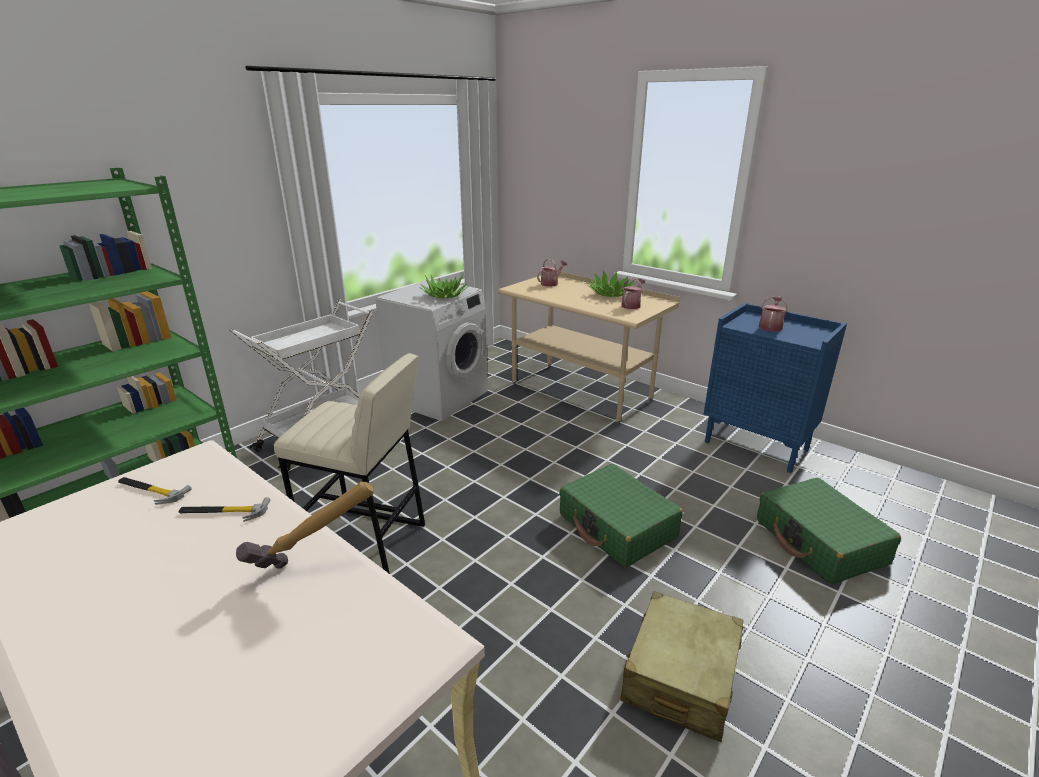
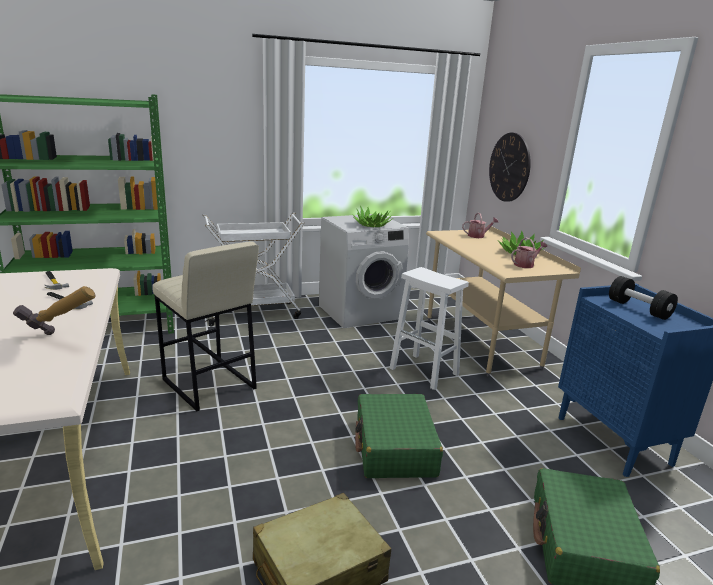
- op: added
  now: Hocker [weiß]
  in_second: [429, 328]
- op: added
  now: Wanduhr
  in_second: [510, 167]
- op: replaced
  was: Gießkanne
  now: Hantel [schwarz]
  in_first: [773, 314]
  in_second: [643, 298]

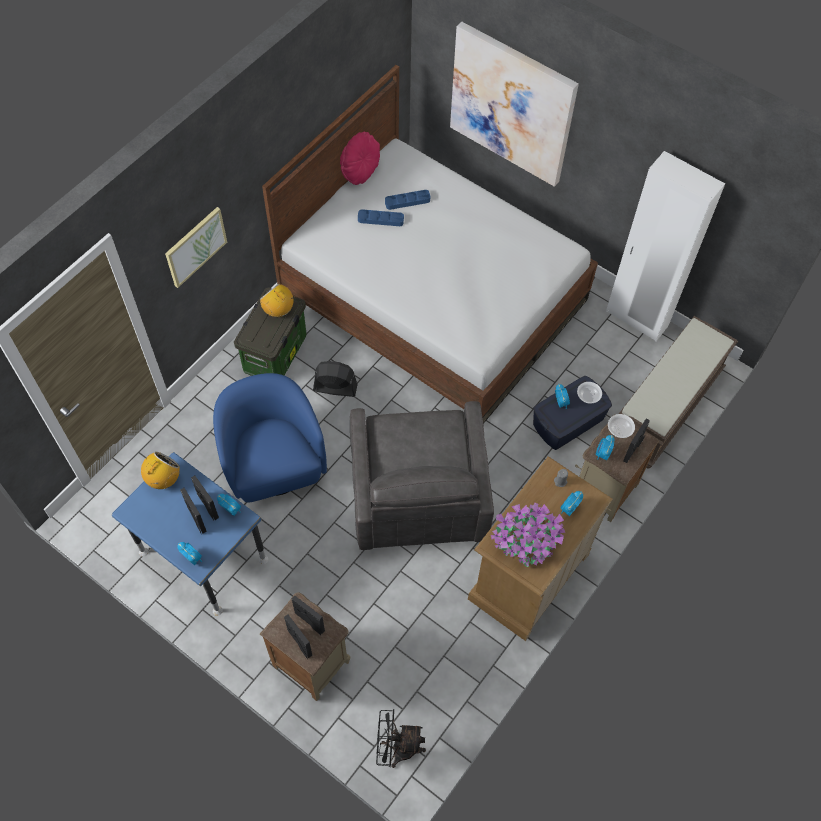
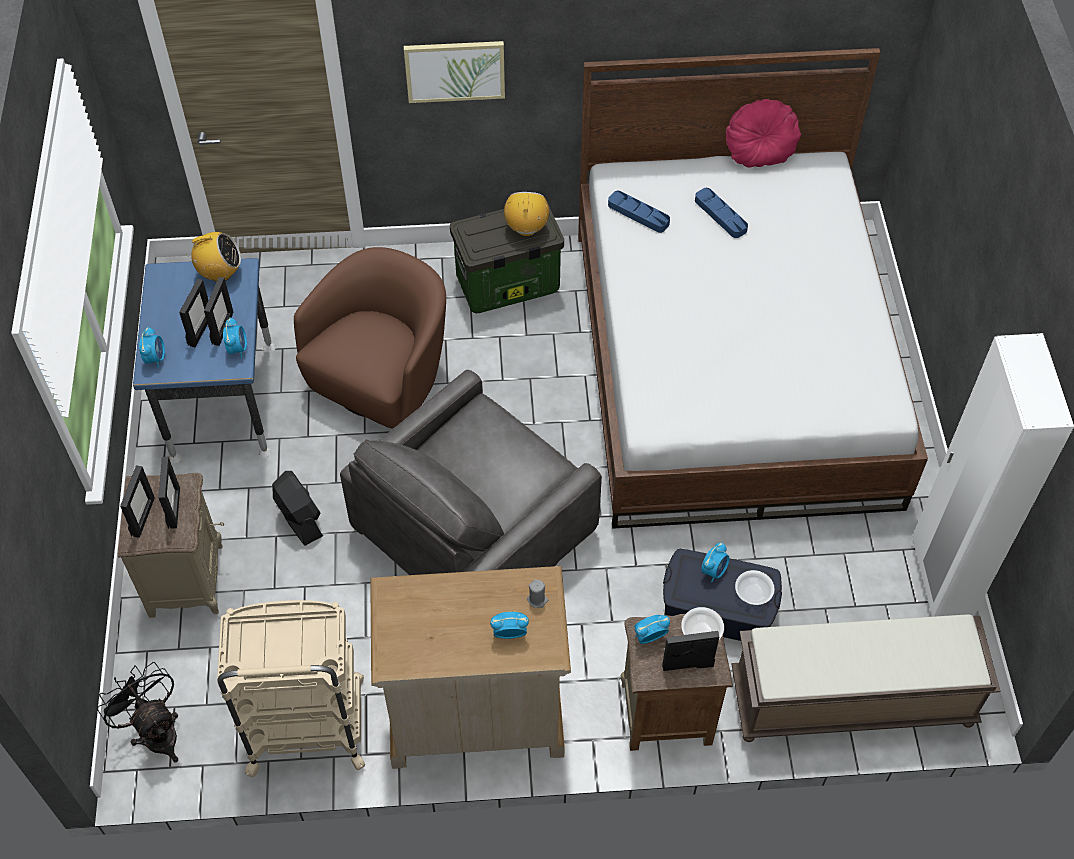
- op: removed
  was: Bild
  in_first: [514, 104]
- op: removed
  was: Topfpflanze
  in_first: [528, 534]
- op: added
  now: Rollwagen [beige]
  in_second: [291, 688]
- op: moved
  was: Ventilator [schwarz]
  in_first: [335, 379]
  in_second: [297, 508]
- op: moved
  was: Tablett [blau]
  in_first: [407, 200]
  in_second: [639, 212]
- op: recoloured
  was: Sessel [blau]
  now: Sessel [braun]
  in_first: [270, 438]
  in_second: [370, 338]

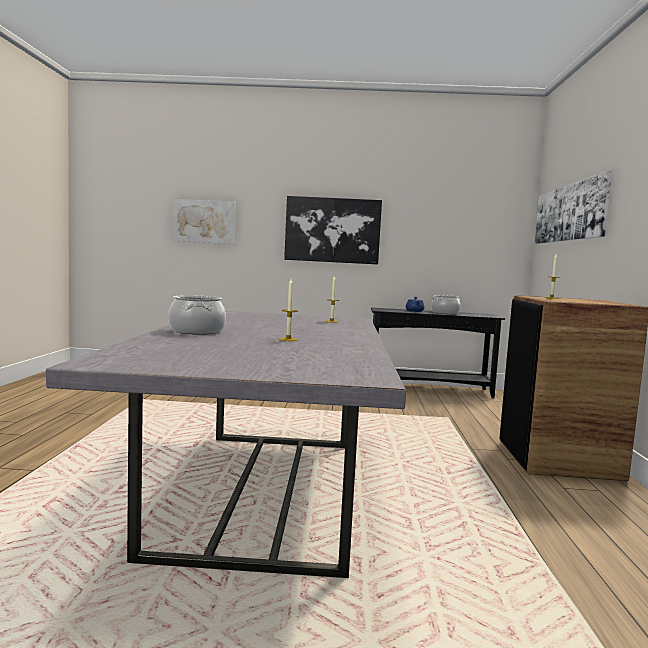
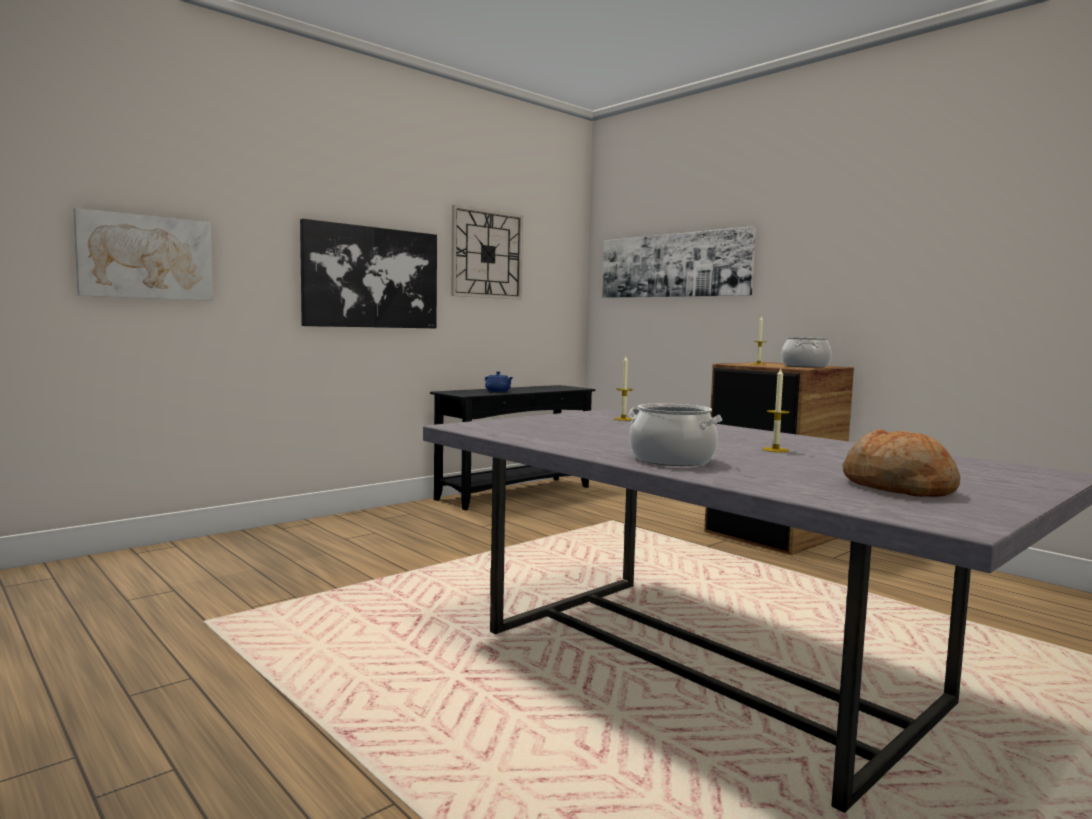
- op: added
  now: Wanduhr
  in_second: [487, 252]
- op: added
  now: Brot
  in_second: [901, 463]
- op: moved
  was: Kochtopf
  in_first: [445, 304]
  in_second: [806, 352]

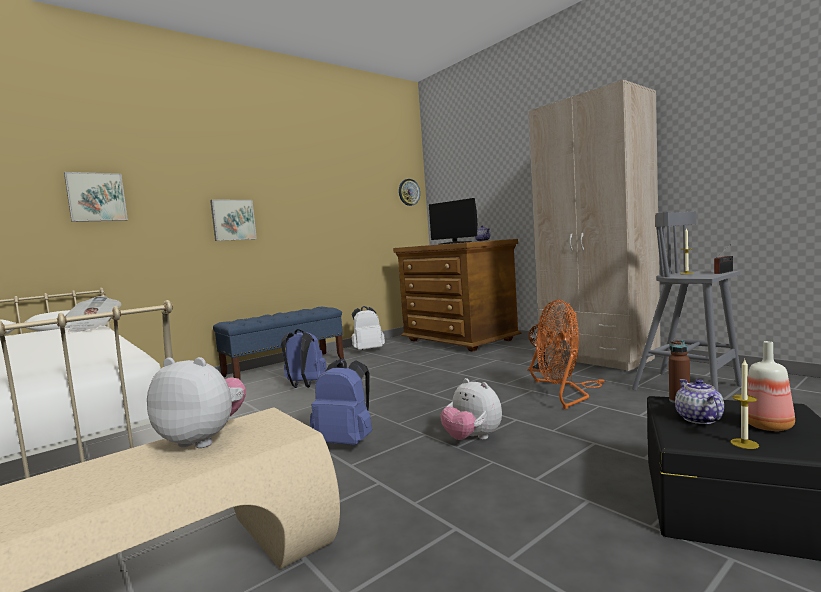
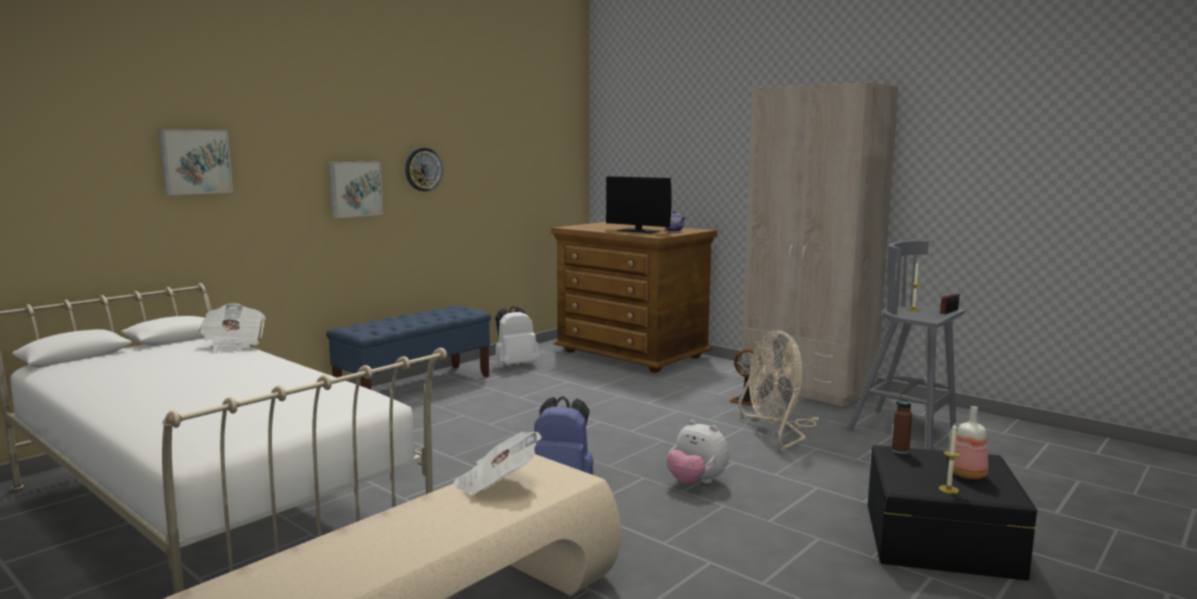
- op: removed
  was: Rucksack [blau]
  in_first: [304, 358]
- op: removed
  was: Teekanne
  in_first: [699, 401]
- op: moved
  was: Wanduhr
  in_first: [409, 192]
  in_second: [424, 170]
- op: replaced
  was: Plüschtier
  now: Zeitung
  in_first: [196, 402]
  in_second: [497, 464]
- op: recoloured
  was: Ventilator [orange]
  now: Ventilator [beige]
  in_first: [568, 354]
  in_second: [779, 391]

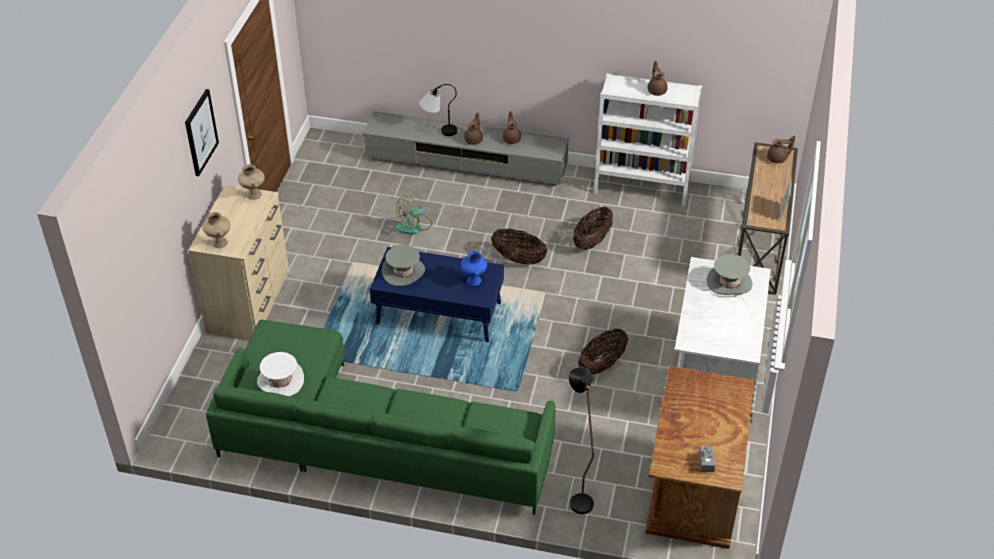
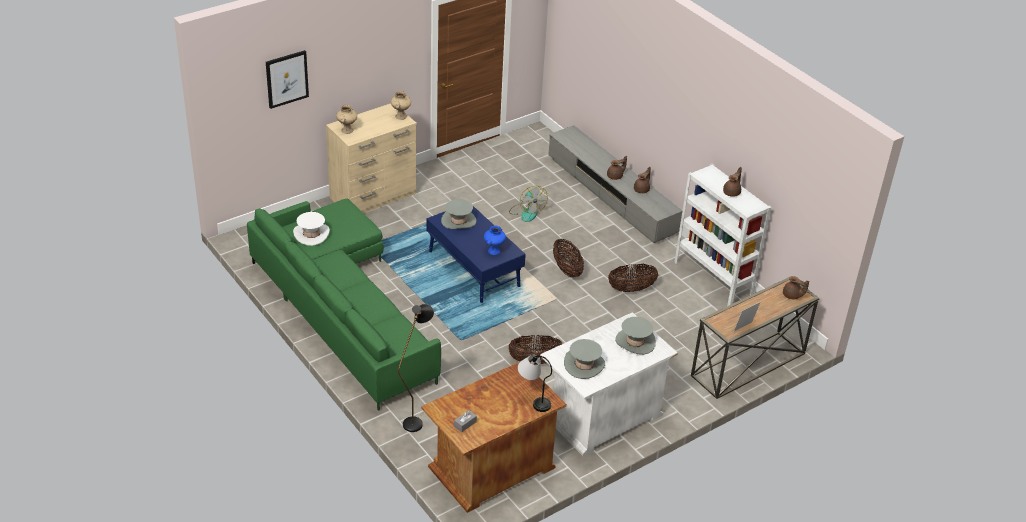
- op: added
  now: Hut [grau]
  in_second: [584, 359]
- op: moved
  was: Bild
  in_first: [202, 132]
  in_second: [287, 79]
- op: moved
  was: Tischlampe
  in_first: [438, 110]
  in_second: [535, 383]
- op: turned
  was: Ventilator
  in_first: [413, 215]
  in_second: [528, 204]
  clockwise: -120

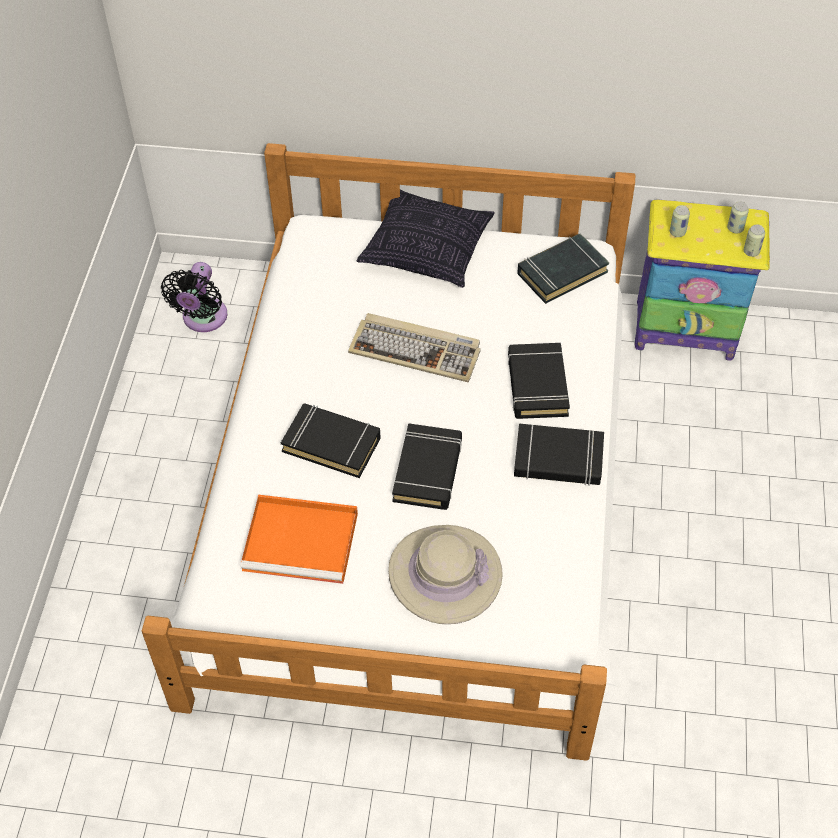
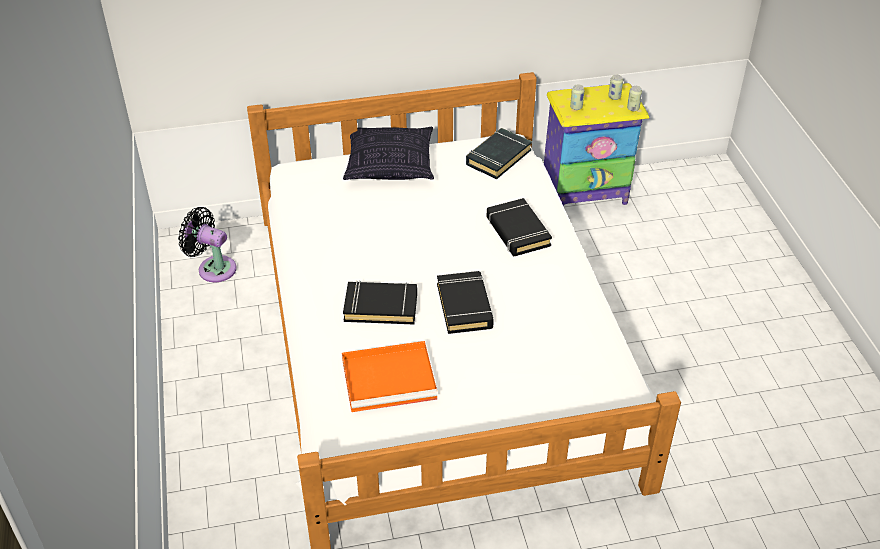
- op: removed
  was: Tastatur
  in_first: [414, 347]
- op: removed
  was: Hut [beige]
  in_first: [445, 574]
- op: removed
  was: Buch [schwarz]
  in_first: [559, 455]
- op: turned
  was: Ventilator [schwarz]
  in_first: [194, 297]
  in_second: [207, 244]
  clockwise: 120

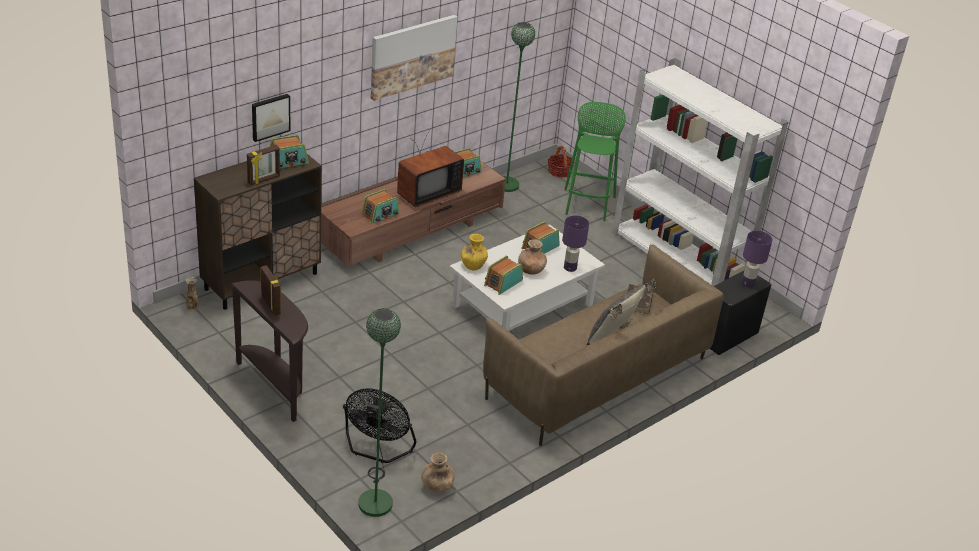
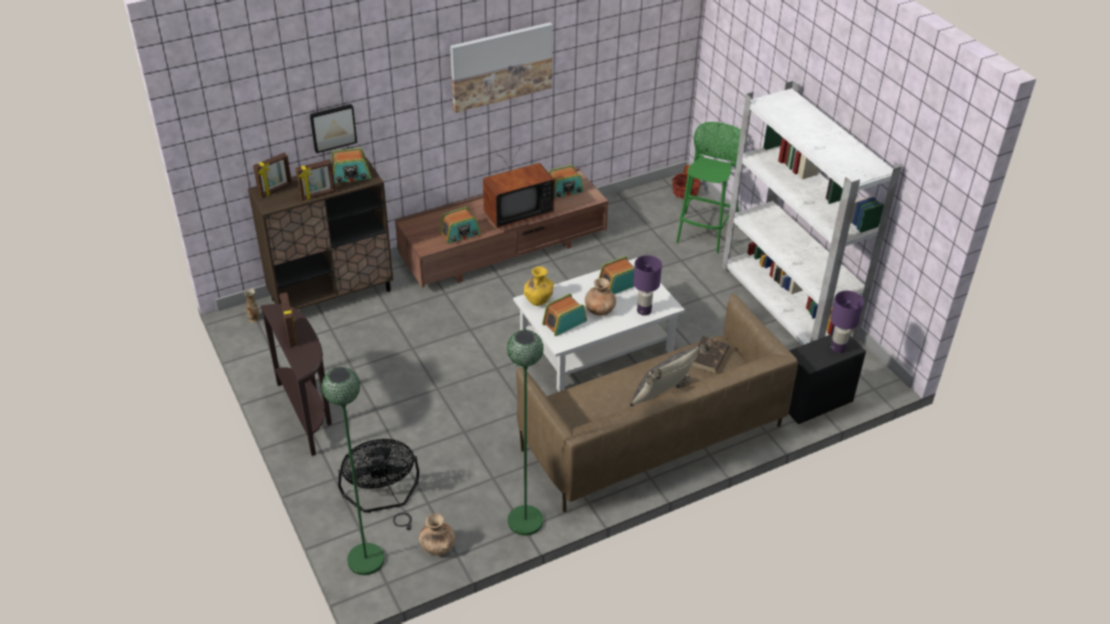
- op: added
  now: Bilderrahmen
  in_second: [272, 175]
- op: moved
  was: Stehlampe [grün]
  in_first: [519, 107]
  in_second: [525, 433]
- op: turned
  was: Ventilator [schwarz]
  in_first: [379, 436]
  in_second: [378, 484]
  clockwise: -45

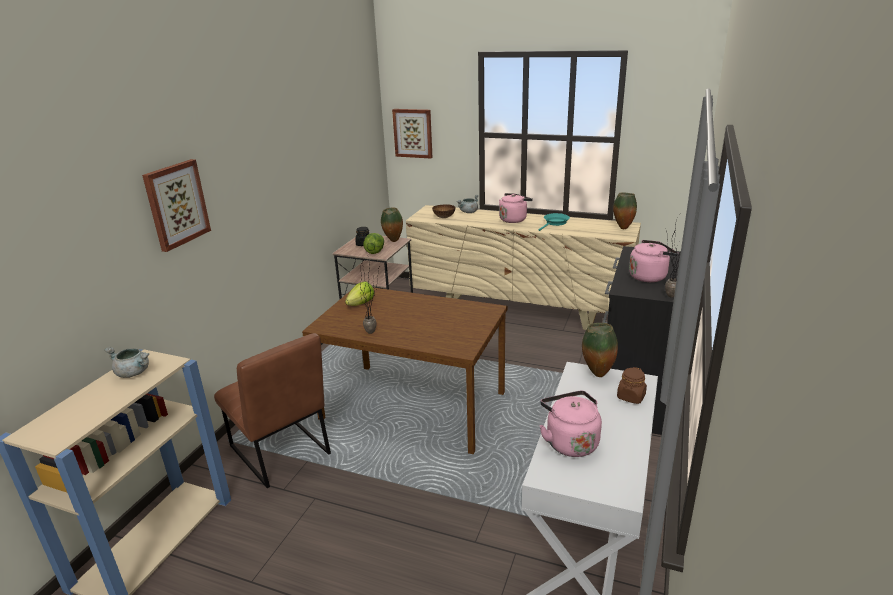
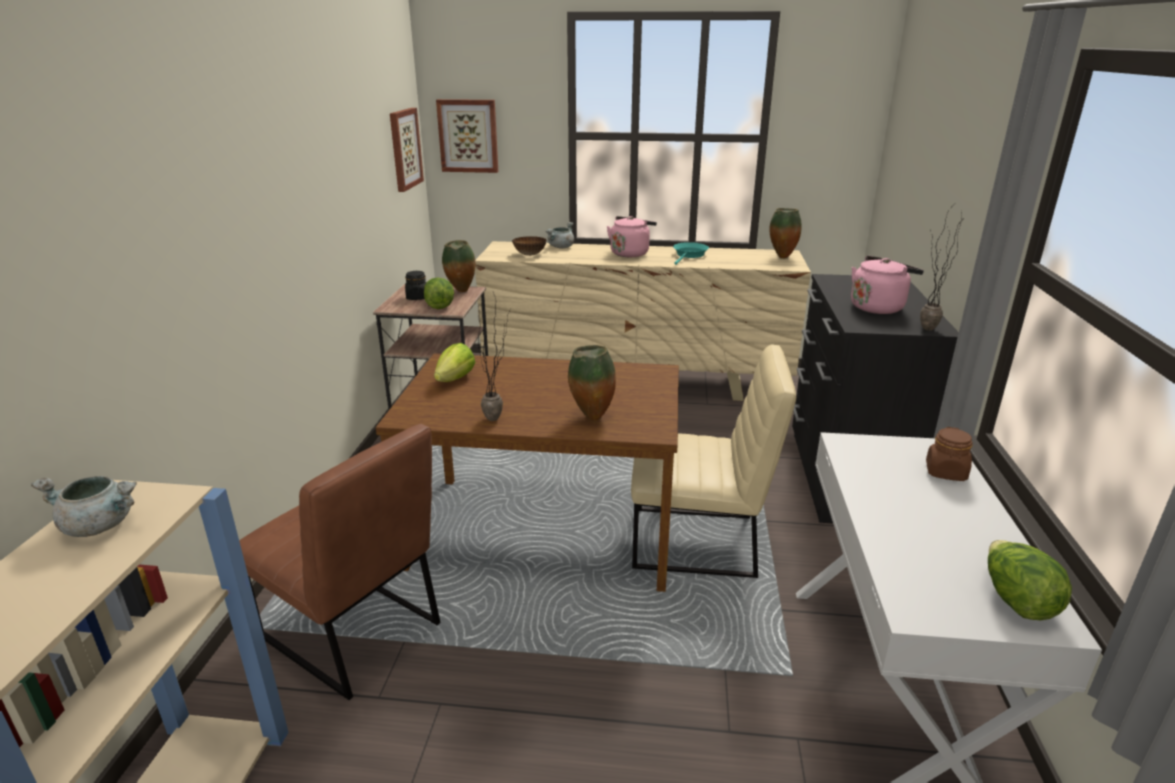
- op: removed
  was: Wasserkessel [rosa]
  in_first: [571, 424]
- op: added
  now: Stuhl [beige]
  in_second: [713, 461]
- op: added
  now: Salatkopf
  in_second: [1030, 580]
- op: moved
  was: Bild
  in_first: [176, 205]
  in_second: [407, 150]
- op: moved
  was: Vase
  in_first: [600, 350]
  in_second: [592, 382]

